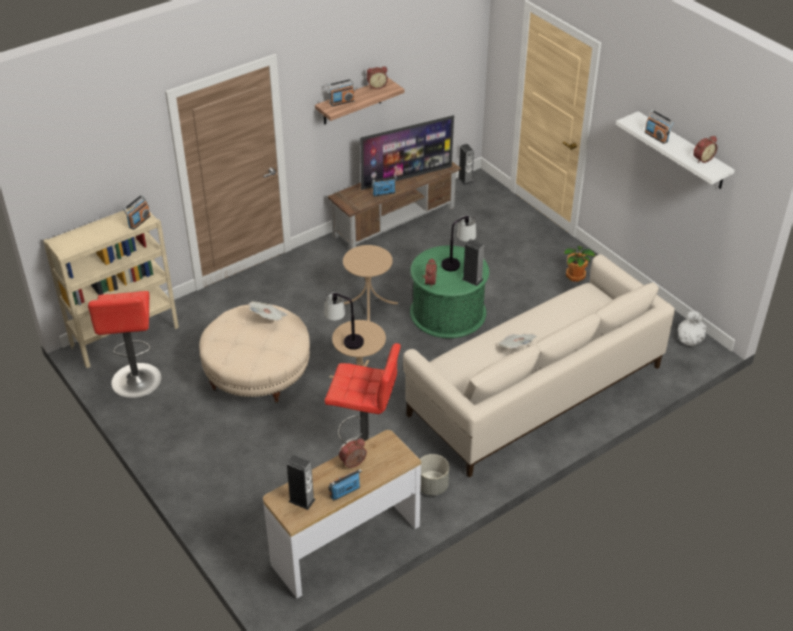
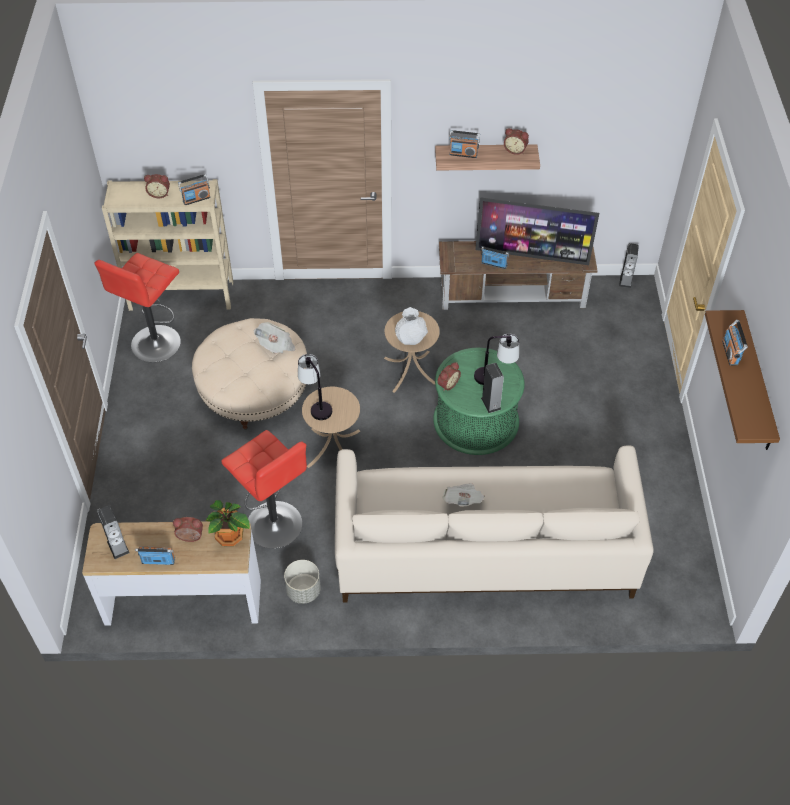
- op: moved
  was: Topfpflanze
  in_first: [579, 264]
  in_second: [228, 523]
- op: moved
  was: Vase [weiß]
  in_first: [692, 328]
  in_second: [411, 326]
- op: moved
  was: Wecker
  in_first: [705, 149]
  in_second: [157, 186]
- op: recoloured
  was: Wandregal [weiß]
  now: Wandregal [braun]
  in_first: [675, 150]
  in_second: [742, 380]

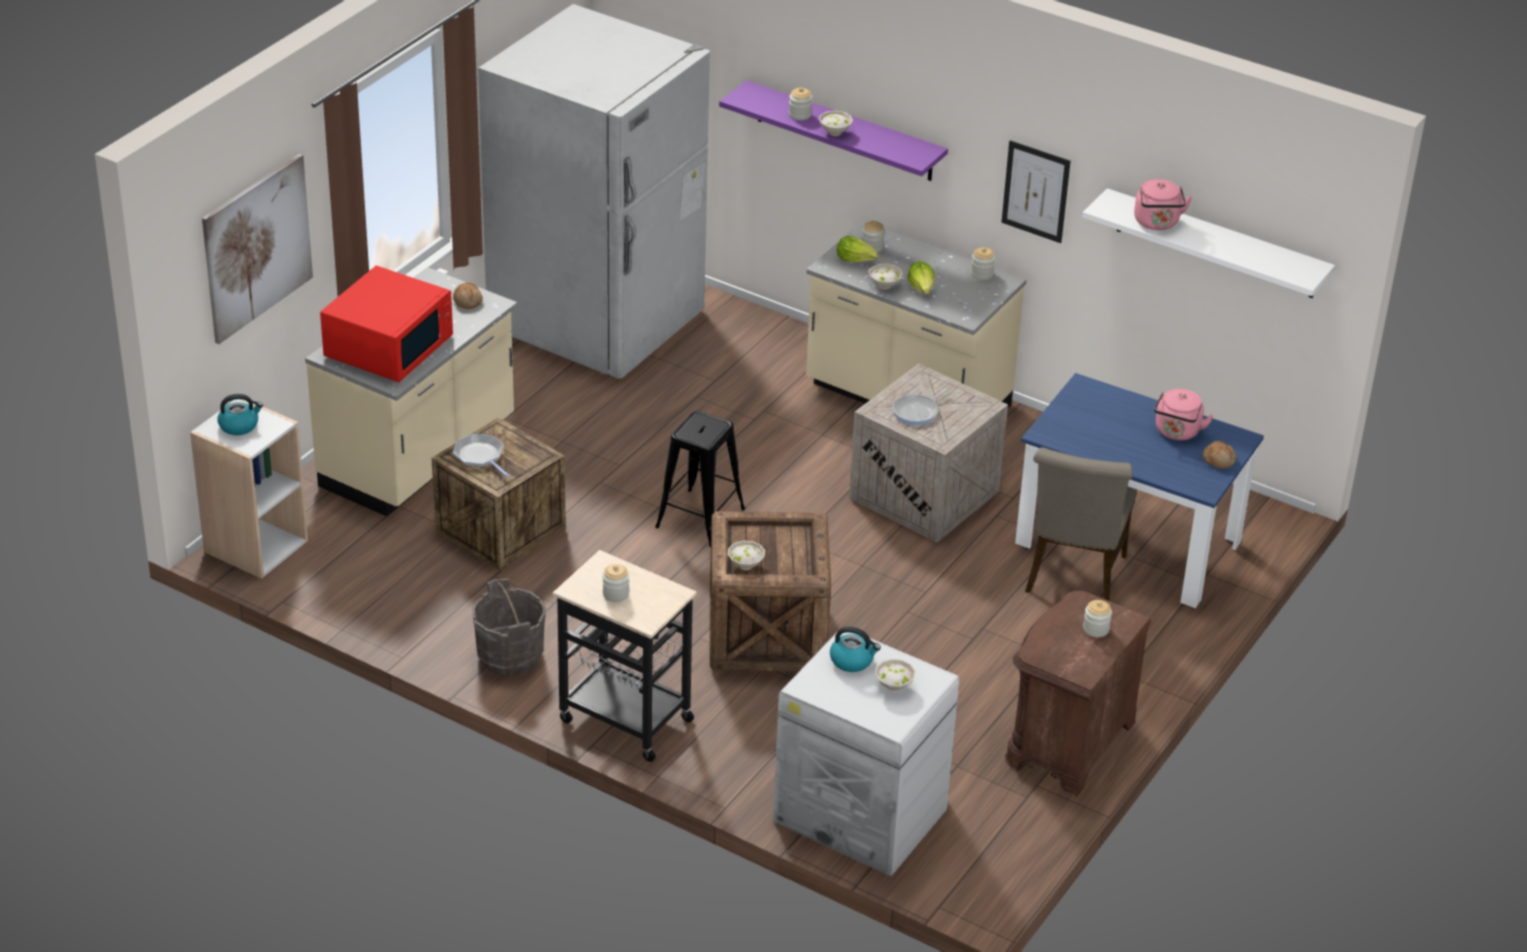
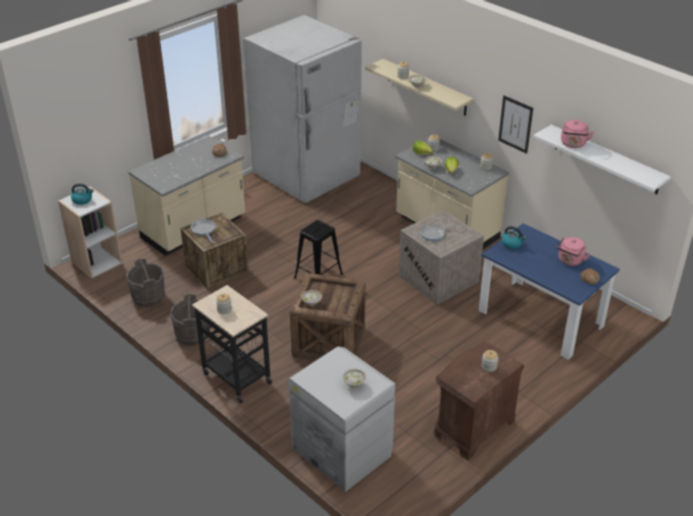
- op: removed
  was: Bild
  in_first: [257, 249]
- op: removed
  was: Mikrowelle [rot]
  in_first: [386, 323]
- op: removed
  was: Stuhl [beige]
  in_first: [1081, 524]
- op: added
  now: Eimer [grau]
  in_second: [146, 282]
- op: moved
  was: Wasserkessel
  in_first: [855, 649]
  in_second: [513, 237]
- op: recoloured
  was: Wandregal [lila]
  now: Wandregal [beige]
  in_first: [833, 130]
  in_second: [419, 87]

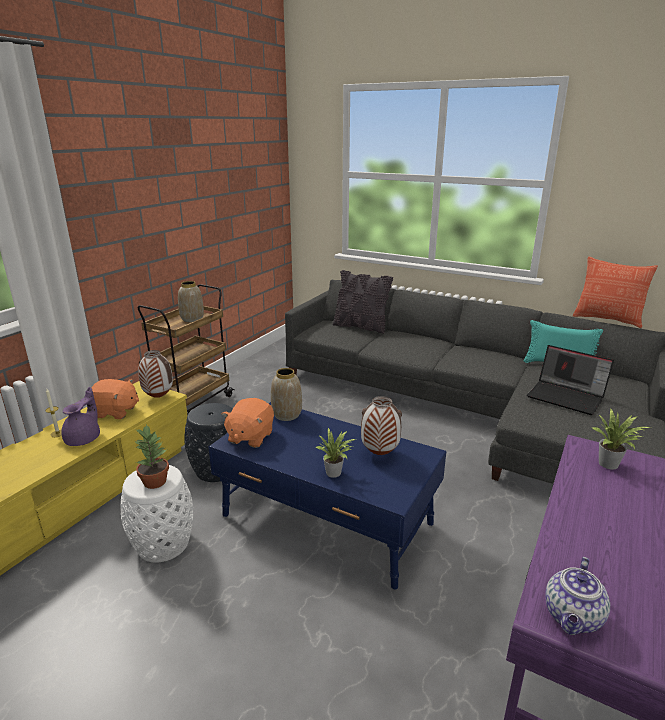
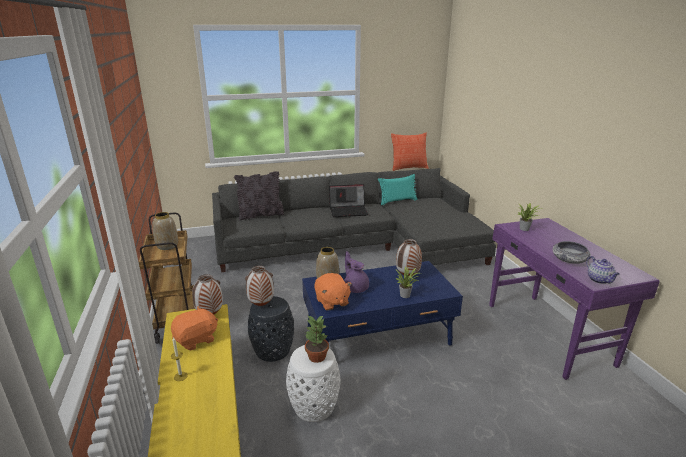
- op: added
  now: Vase
  in_second: [259, 285]
- op: added
  now: Schüssel
  in_second: [572, 252]
- op: moved
  was: Teekanne [lila]
  in_first: [80, 416]
  in_second: [356, 272]
- op: moved
  was: Laptop
  in_first: [570, 380]
  in_second: [349, 200]

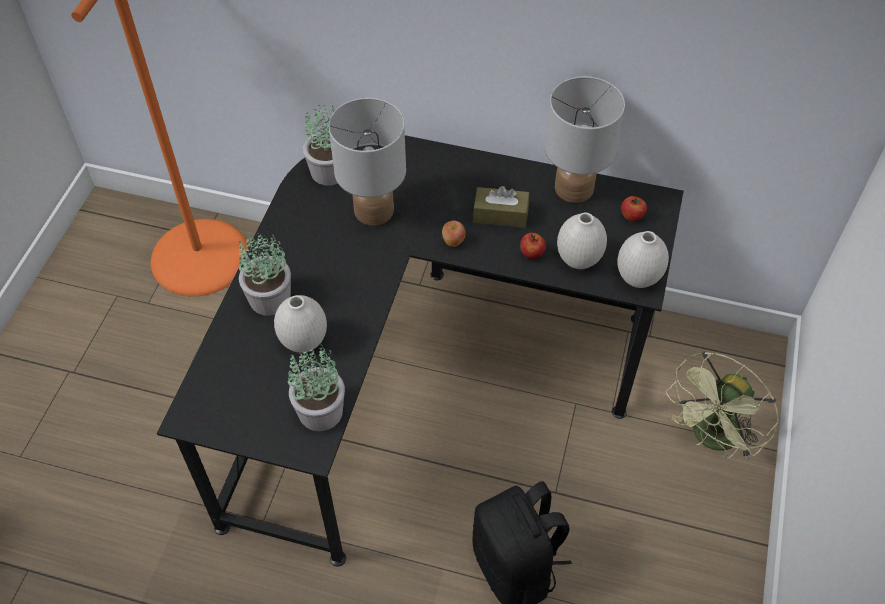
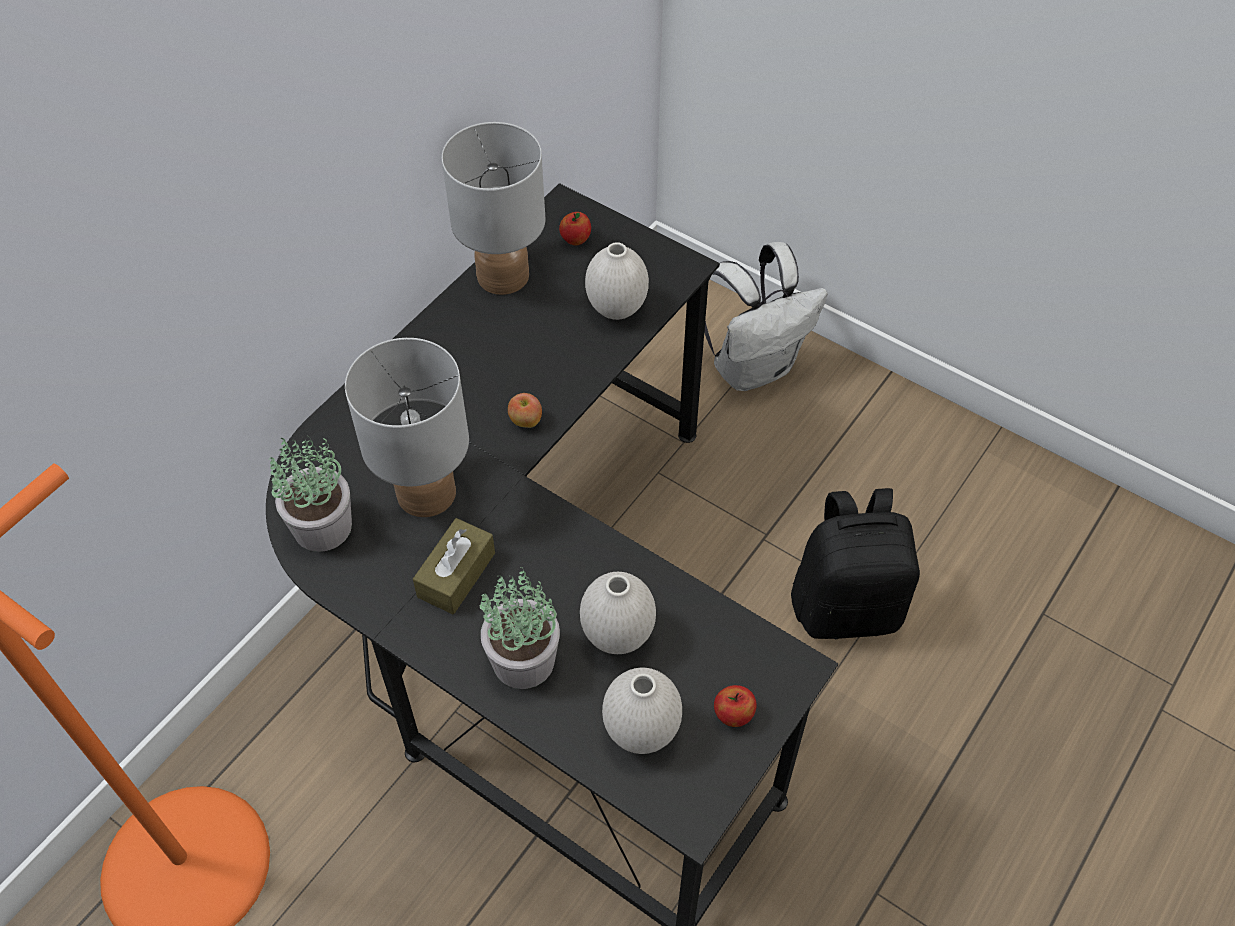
- op: removed
  was: Topfpflanze
  in_first: [316, 388]
- op: moved
  was: Taschentuchbox [braun]
  in_first: [501, 207]
  in_second: [454, 566]
- op: moved
  was: Apfel
  in_first: [533, 246]
  in_second: [735, 706]
- op: moved
  was: Vase [weiß]
  in_first: [643, 259]
  in_second: [642, 711]
- op: replaced
  was: Ventilator [grün]
  now: Rucksack [weiß]
  in_first: [722, 405]
  in_second: [766, 316]

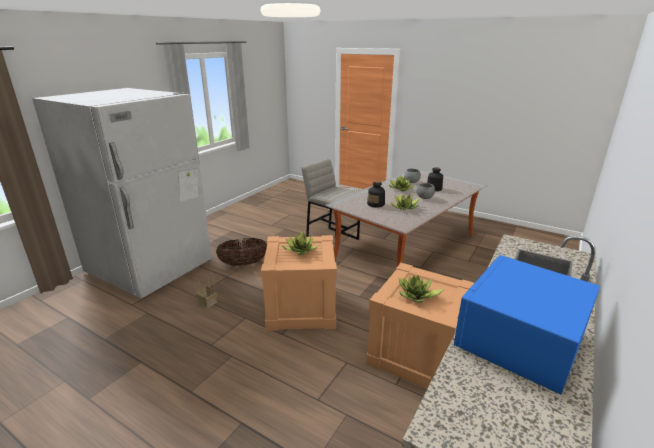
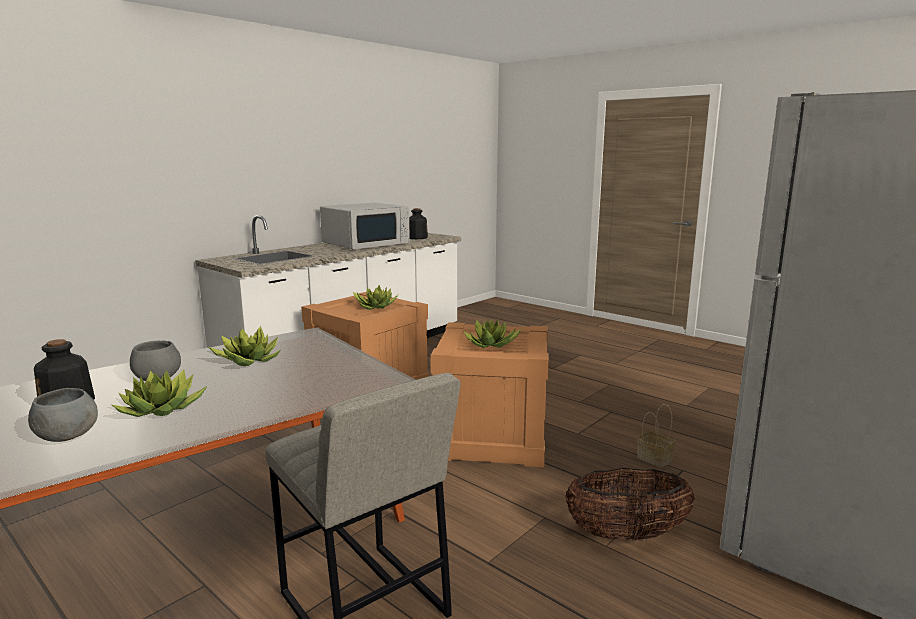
- op: moved
  was: Flasche
  in_first: [376, 194]
  in_second: [418, 223]
- op: recoloured
  was: Mikrowelle [blau]
  now: Mikrowelle [weiß]
  in_first: [527, 325]
  in_second: [365, 226]

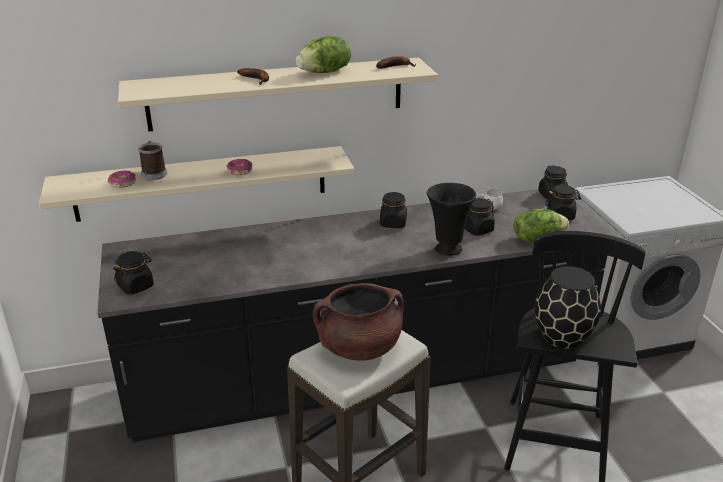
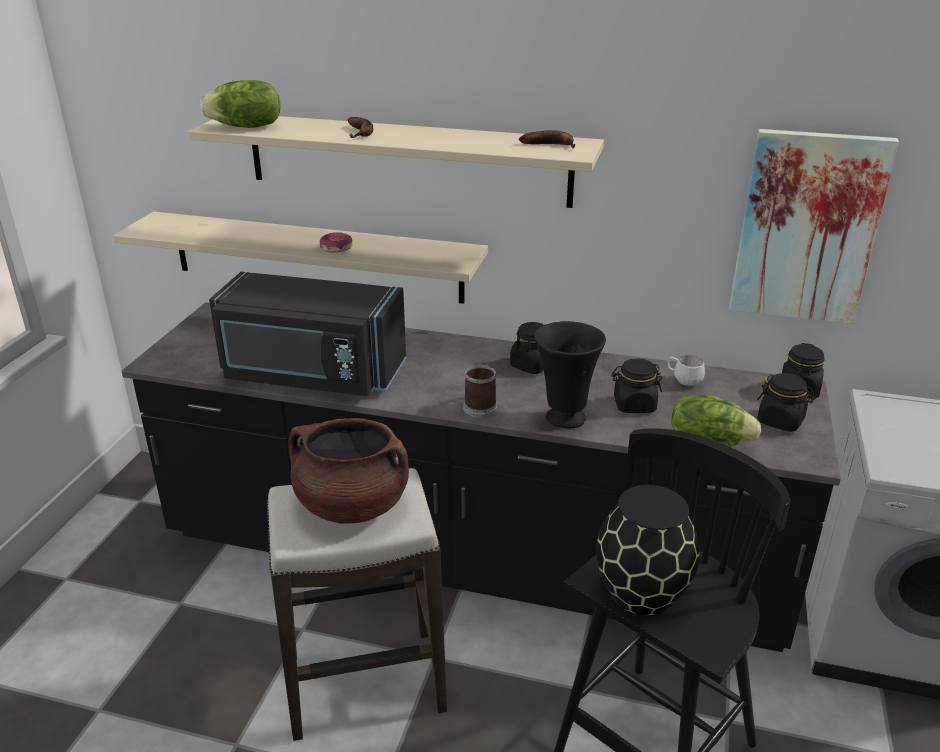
- op: removed
  was: Donut
  in_first: [122, 179]
- op: removed
  was: Vorratsglas [schwarz]
  in_first: [133, 273]
- op: added
  now: Mikrowelle [schwarz]
  in_second: [307, 334]
- op: added
  now: Bild
  in_second: [814, 226]
- op: moved
  was: Henkelbecher
  in_first: [152, 160]
  in_second: [480, 390]
- op: moved
  was: Salatkopf
  in_first: [323, 54]
  in_second: [240, 104]

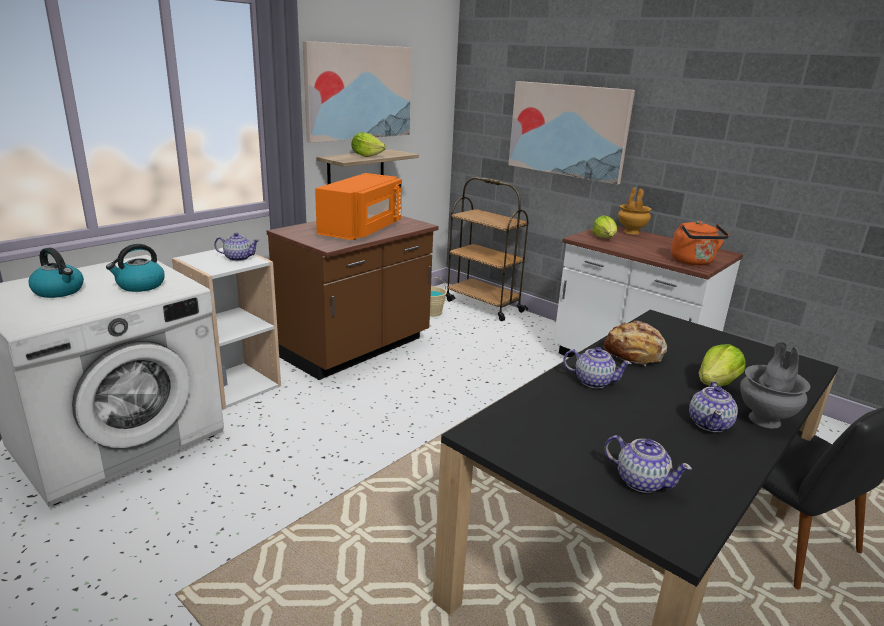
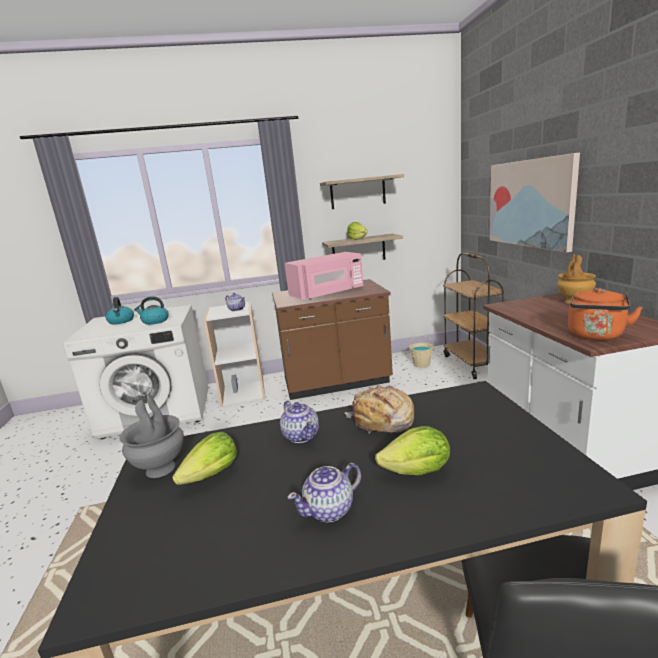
- op: removed
  was: Teekanne
  in_first: [648, 464]
- op: moved
  was: Salatkopf
  in_first: [604, 226]
  in_second: [204, 458]
- op: moved
  was: Vase [grau]
  in_first: [775, 385]
  in_second: [151, 436]
- op: replaced
  was: Bild
  now: Wandregal
  in_first: [357, 92]
  in_second: [362, 191]
- op: recoloured
  was: Mikrowelle [orange]
  now: Mikrowelle [rosa]
  in_first: [358, 206]
  in_second: [324, 276]

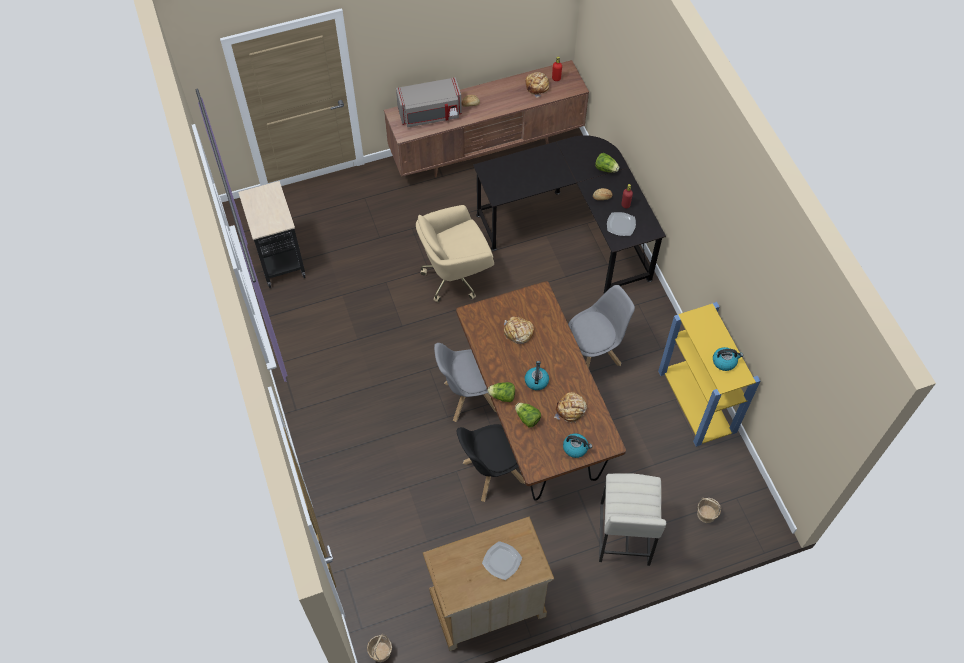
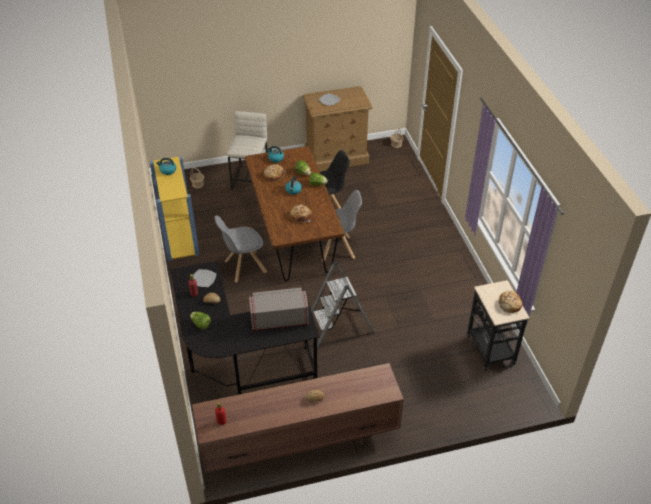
- op: moved
  was: Mikrowelle [grau]
  in_first: [429, 102]
  in_second: [279, 309]
- op: moved
  was: Brot
  in_first: [537, 85]
  in_second: [510, 302]
- op: replaced
  was: Bürostuhl [beige]
  now: Trittleiter [grau]
  in_first: [455, 253]
  in_second: [343, 305]

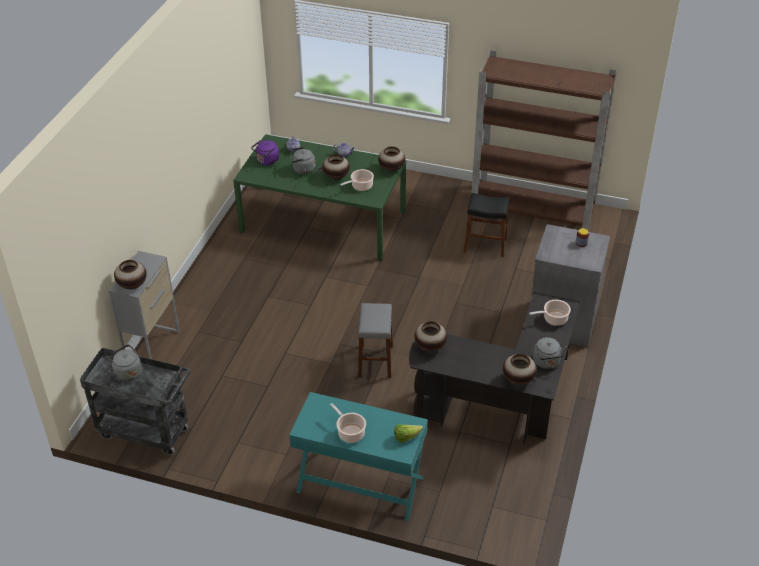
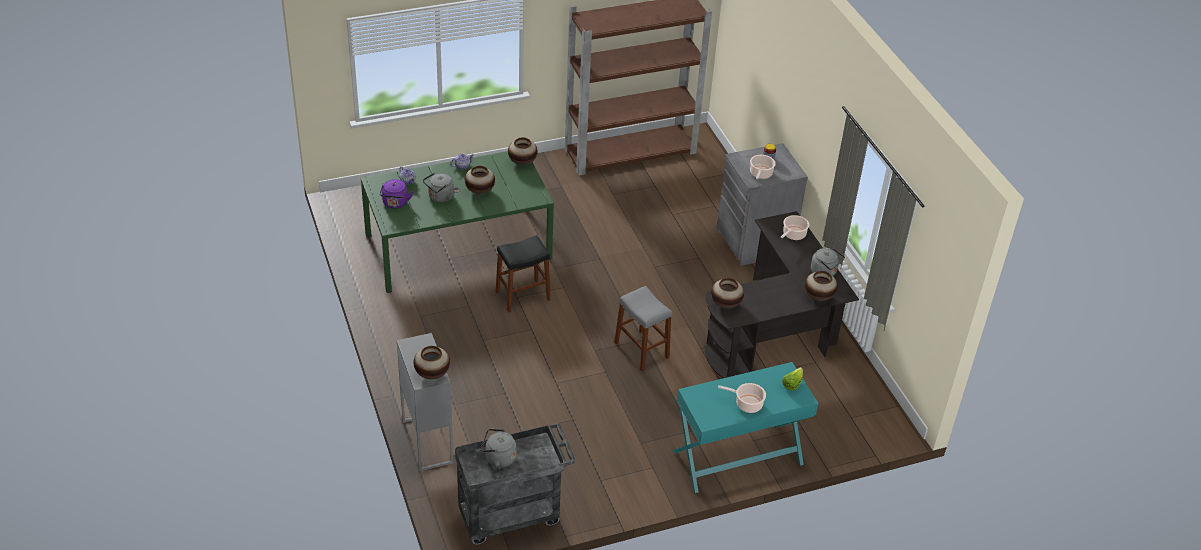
- op: moved
  was: Kochtopf
  in_first: [357, 180]
  in_second: [763, 167]
- op: moved
  was: Hocker [schwarz]
  in_first: [486, 225]
  in_second: [523, 273]

